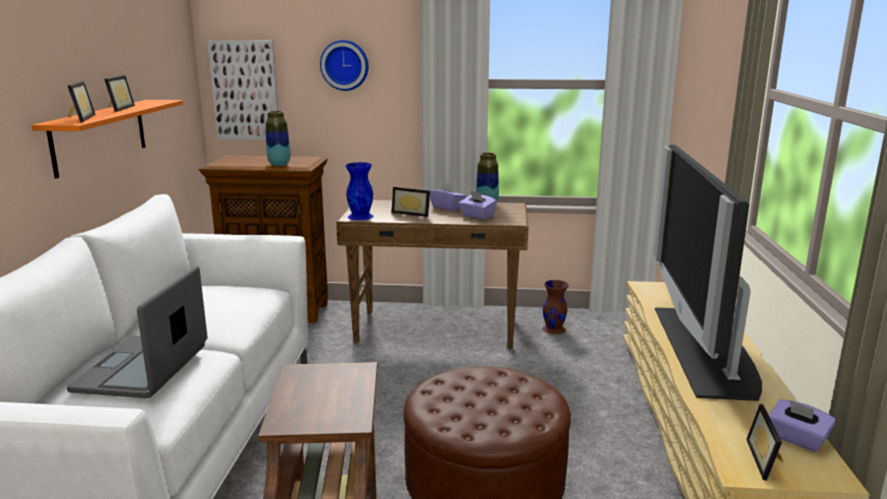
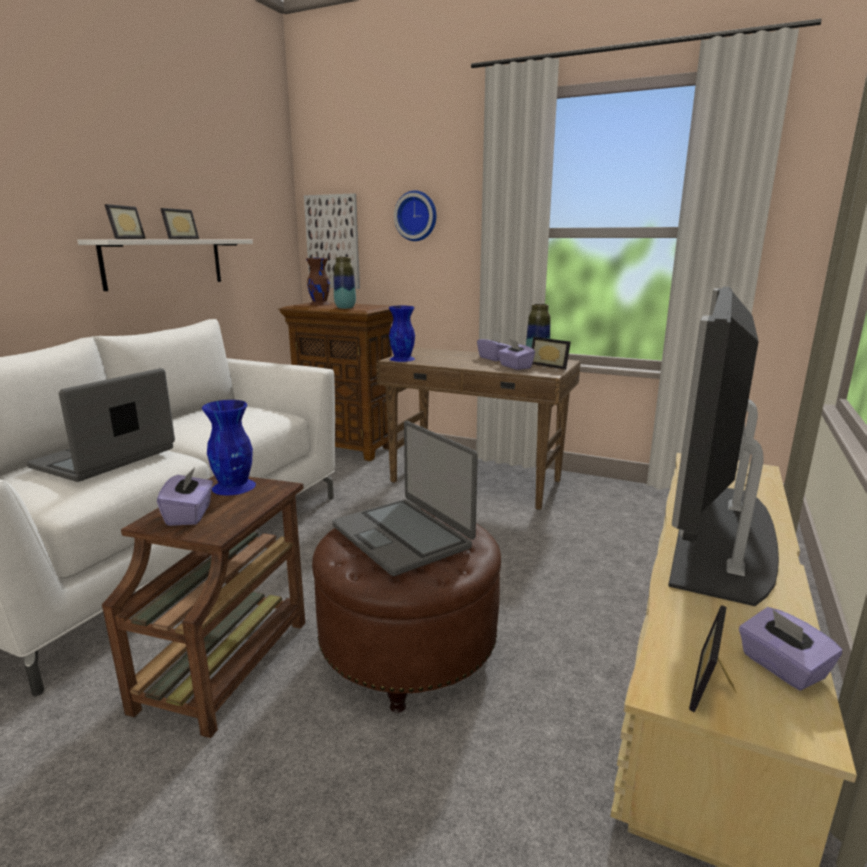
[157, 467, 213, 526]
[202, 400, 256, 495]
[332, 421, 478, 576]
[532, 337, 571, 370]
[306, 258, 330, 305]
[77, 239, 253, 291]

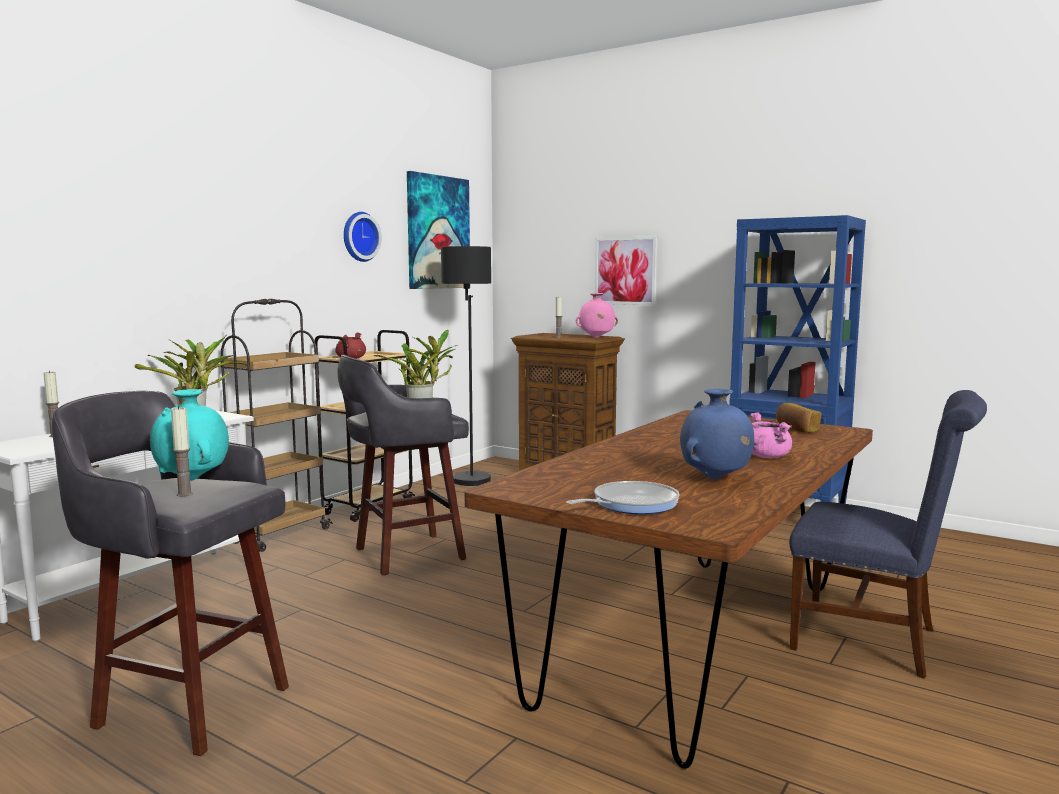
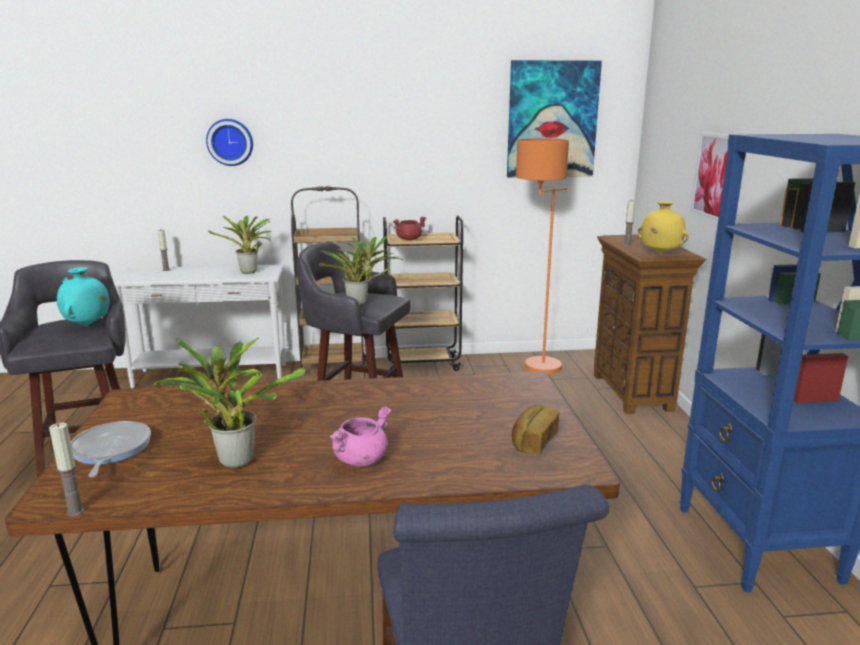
[49, 423, 85, 516]
[206, 119, 253, 166]
[152, 338, 306, 468]
[516, 138, 569, 375]
[638, 201, 689, 254]
[71, 421, 151, 477]

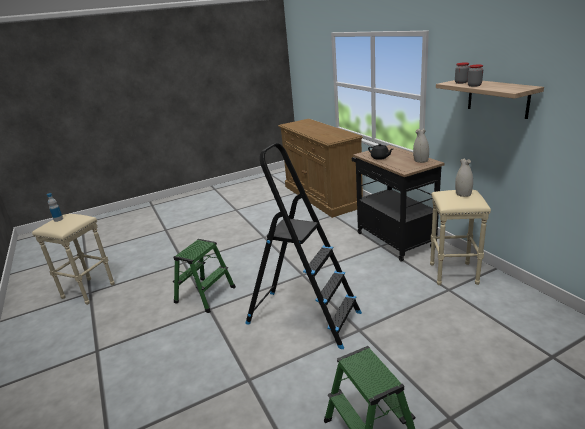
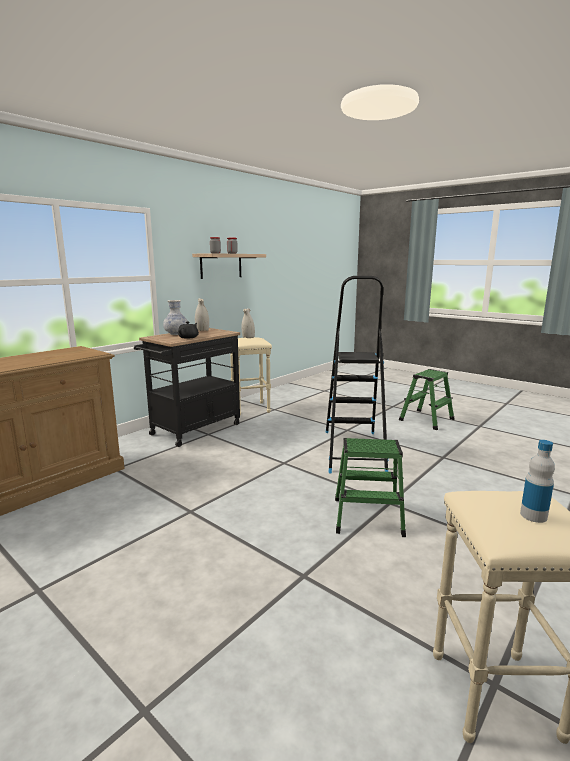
[163, 300, 188, 335]

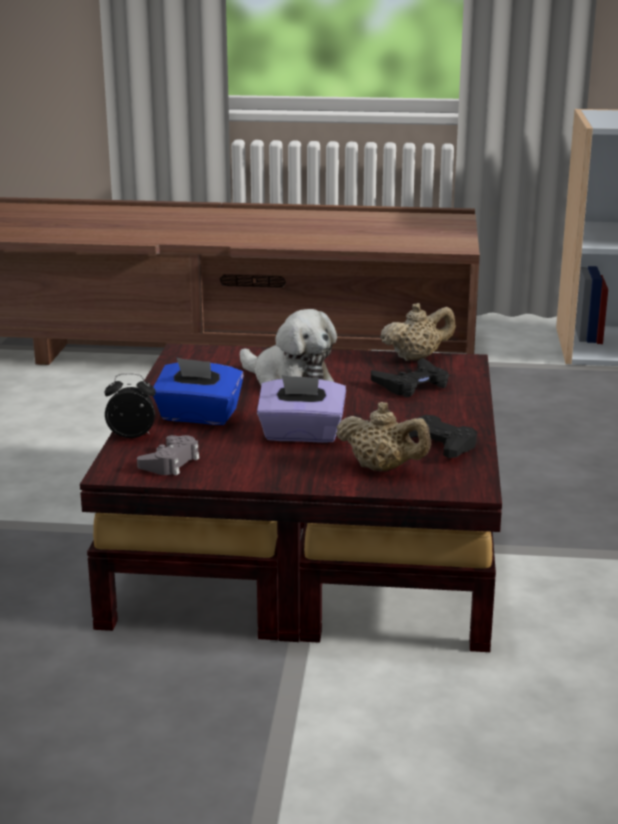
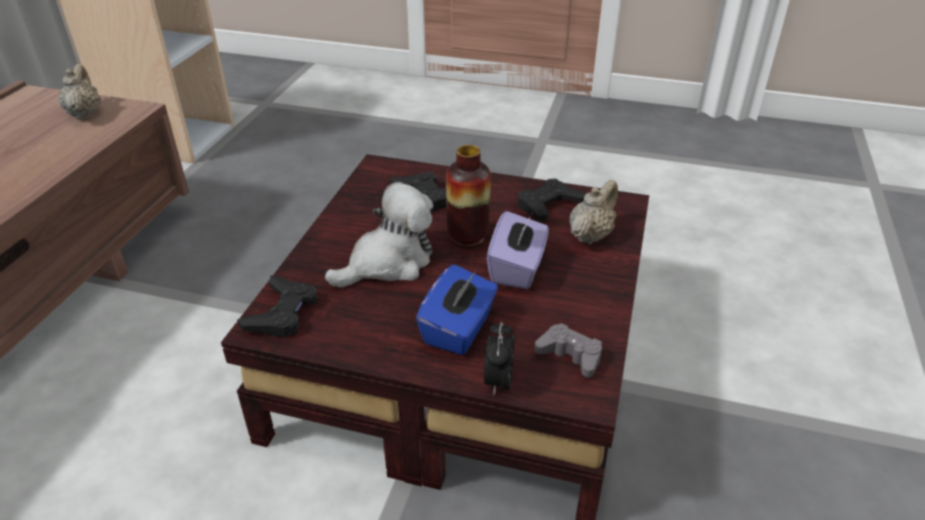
[237, 275, 317, 337]
[446, 145, 491, 248]
[58, 64, 101, 119]

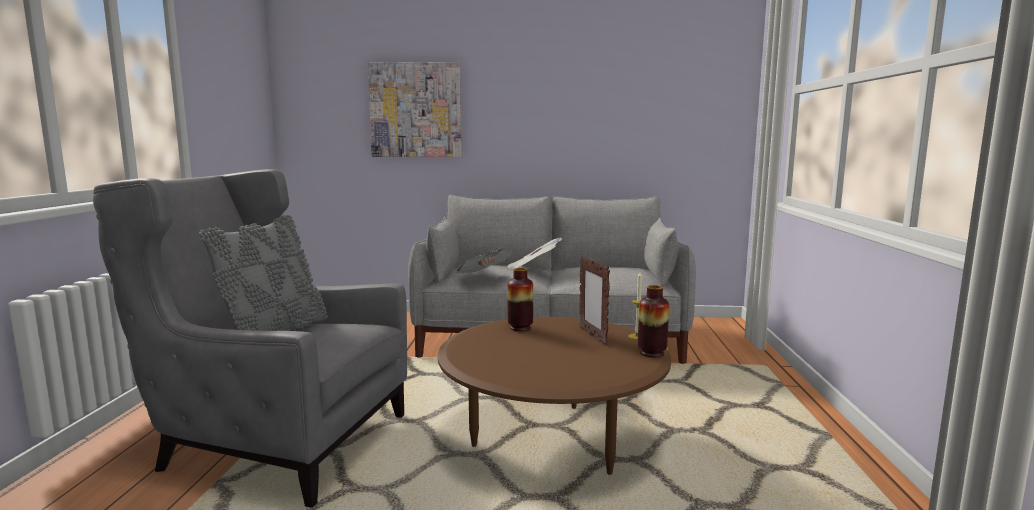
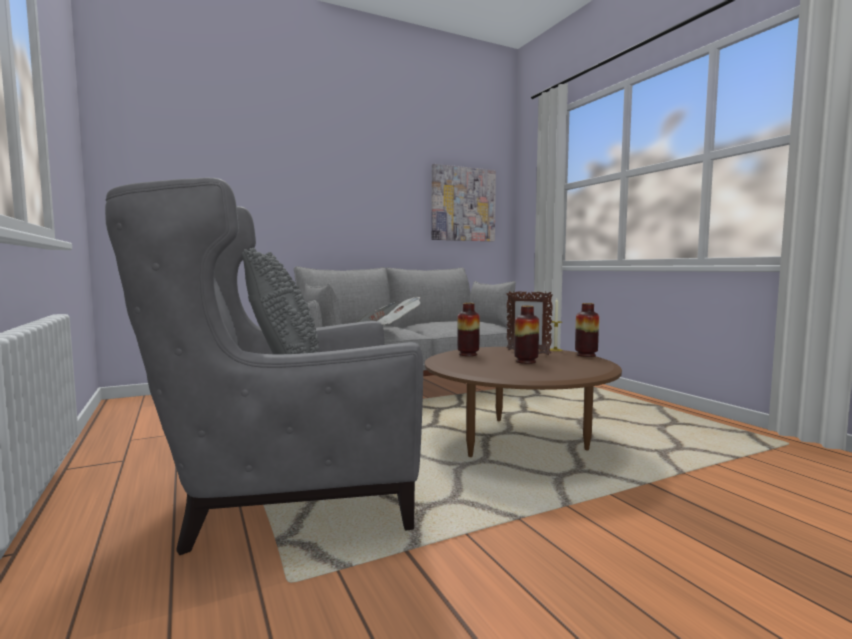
[514, 306, 539, 364]
[432, 164, 496, 241]

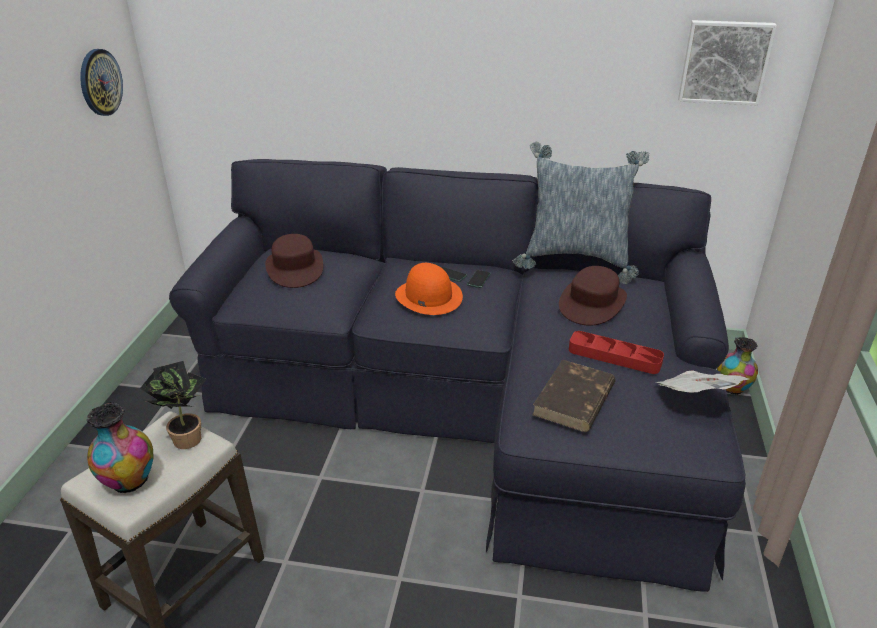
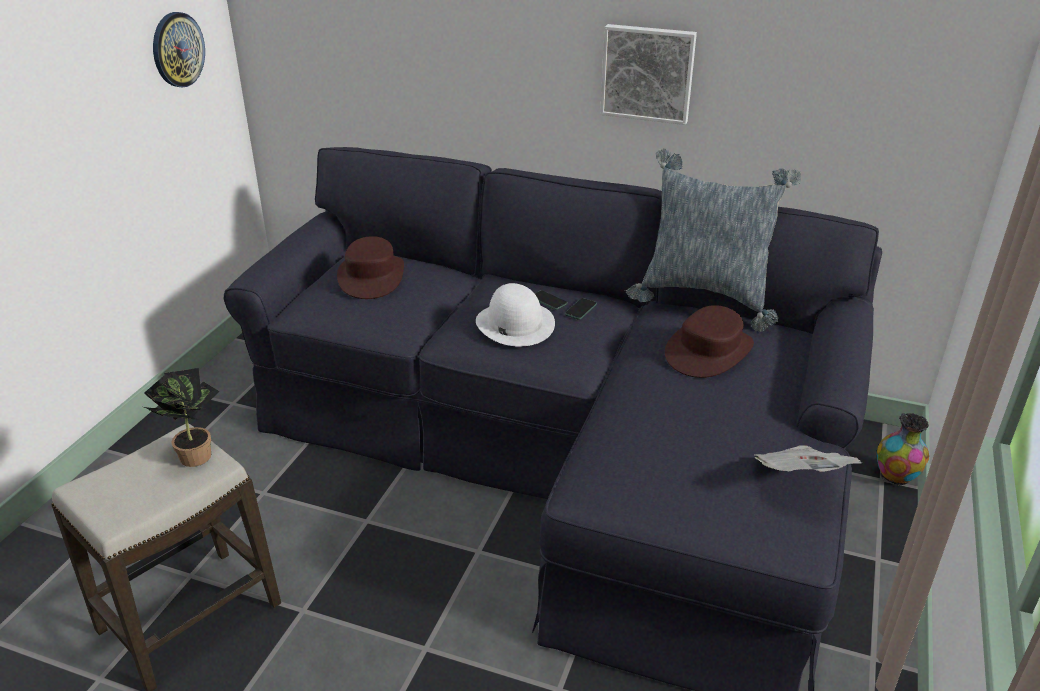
[87, 402, 153, 493] (first image)
[532, 360, 616, 432] (first image)
[569, 331, 664, 374] (first image)
[600, 24, 697, 125]
[476, 283, 555, 347]

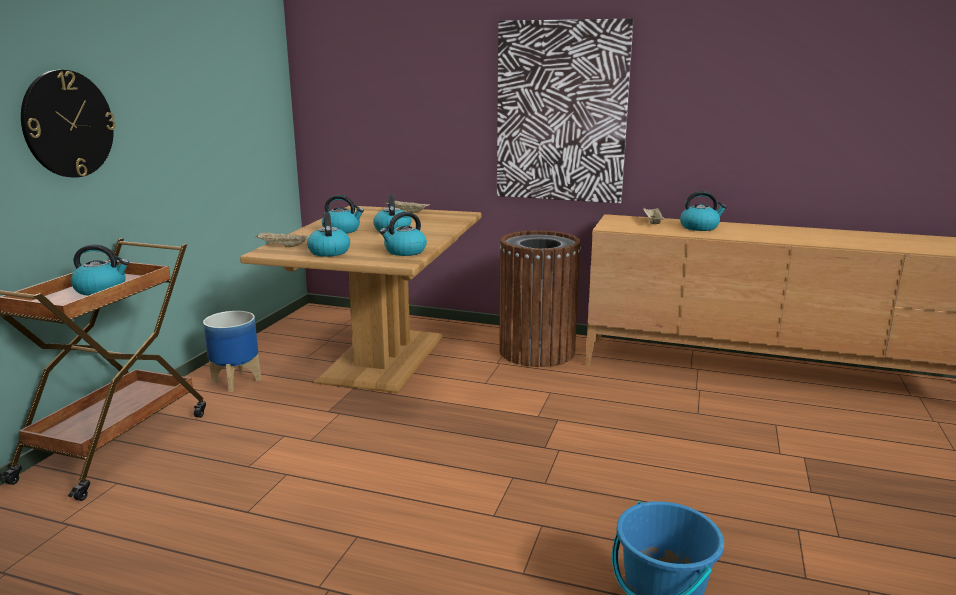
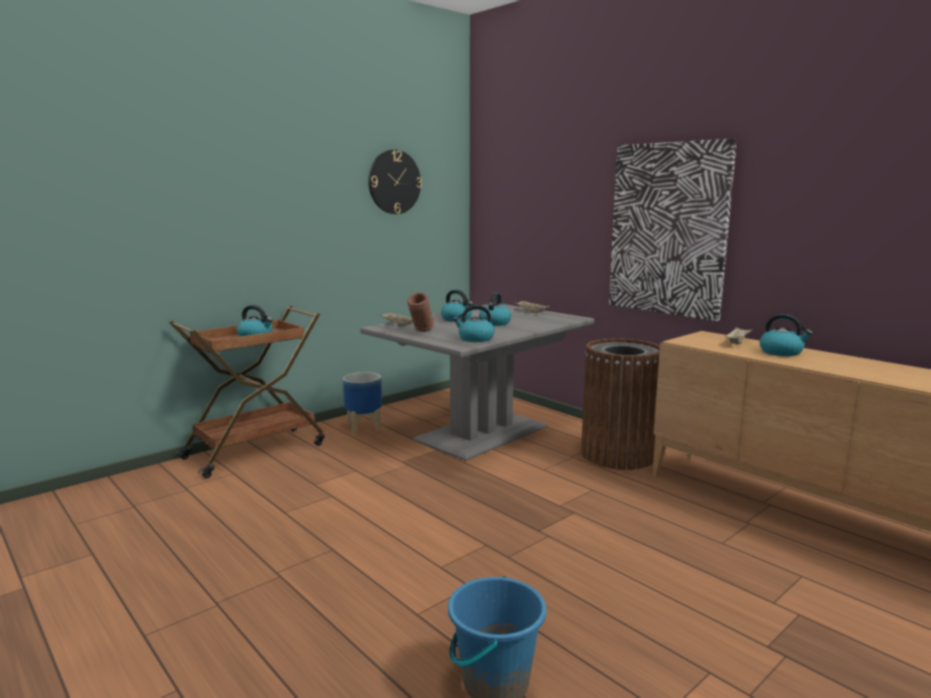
[368, 150, 422, 214]
[407, 292, 434, 332]
[360, 304, 594, 461]

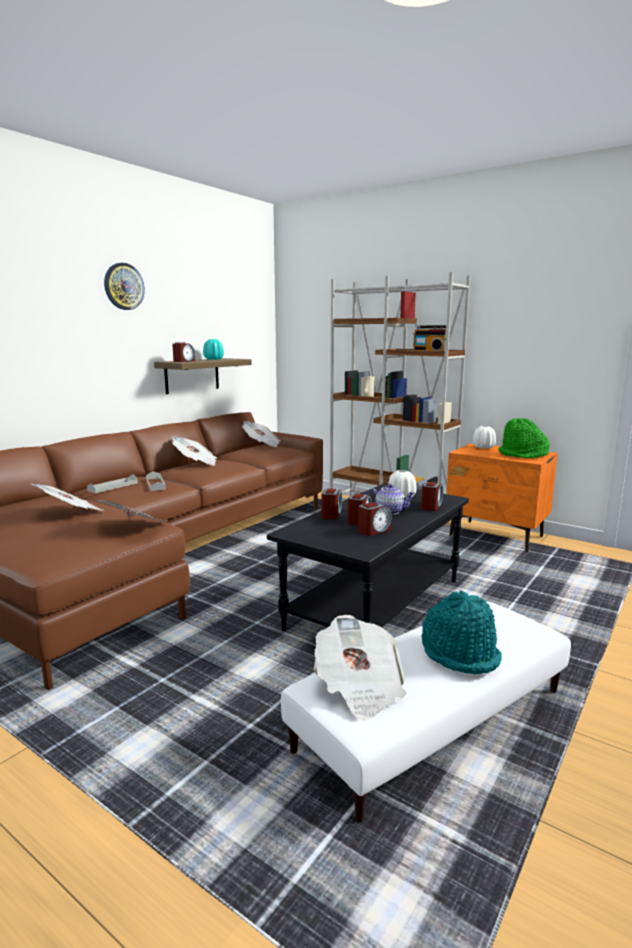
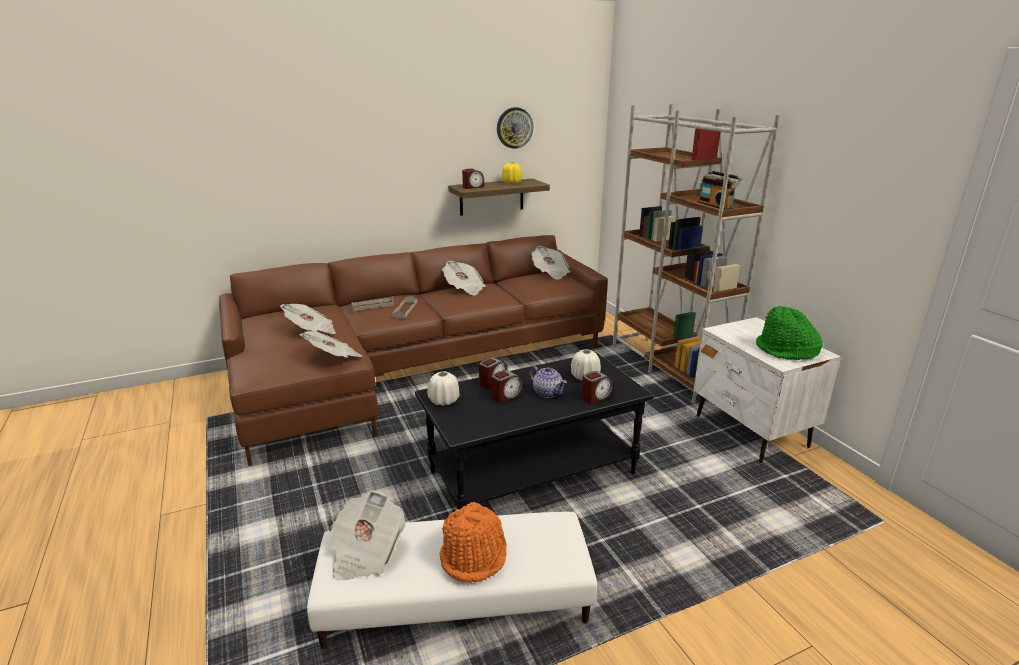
[358, 502, 392, 536] (first image)
[497, 107, 533, 149]
[427, 371, 459, 406]
[502, 162, 522, 184]
[440, 502, 507, 583]
[694, 317, 841, 463]

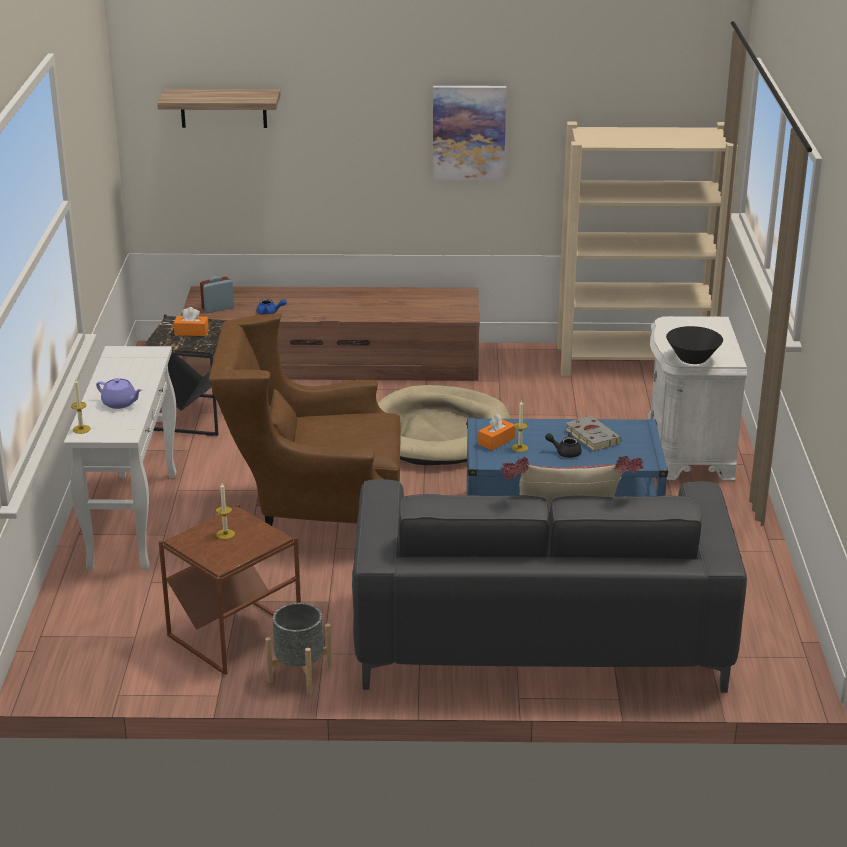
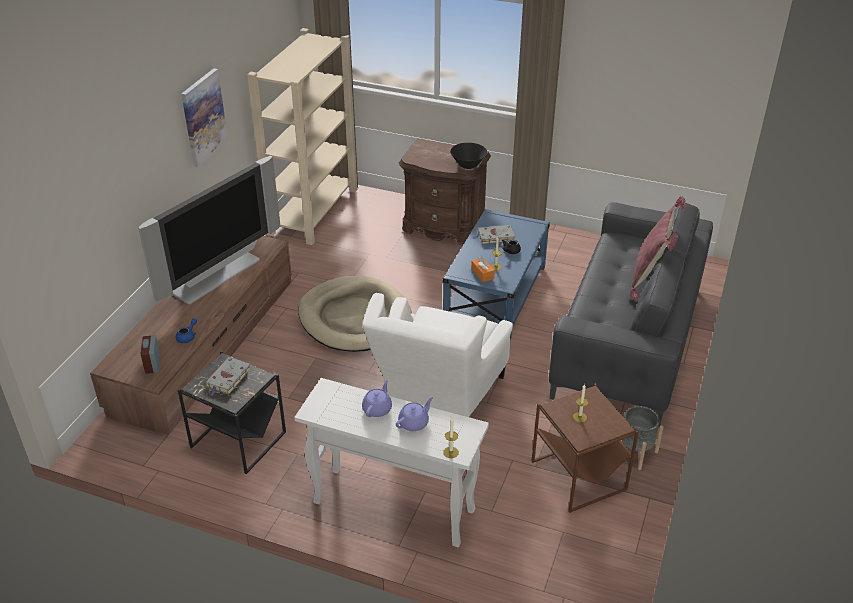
[157, 89, 281, 128] (first image)
[138, 156, 281, 304]
[362, 380, 392, 417]
[205, 357, 251, 396]
[363, 293, 513, 417]
[399, 138, 491, 245]

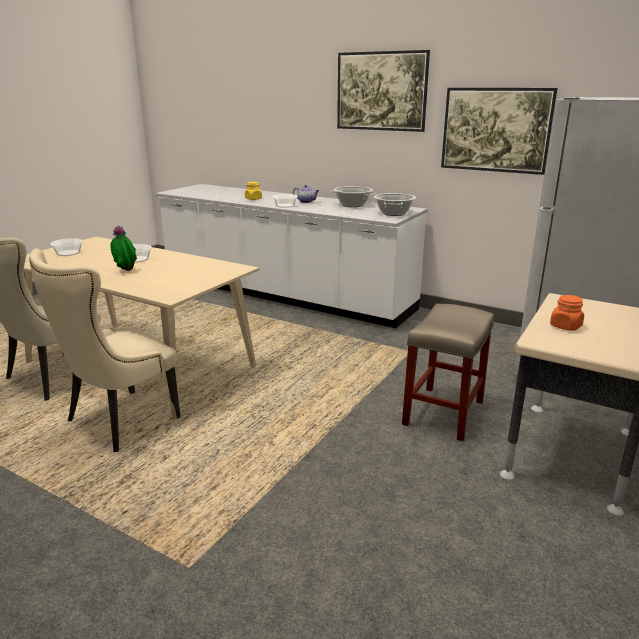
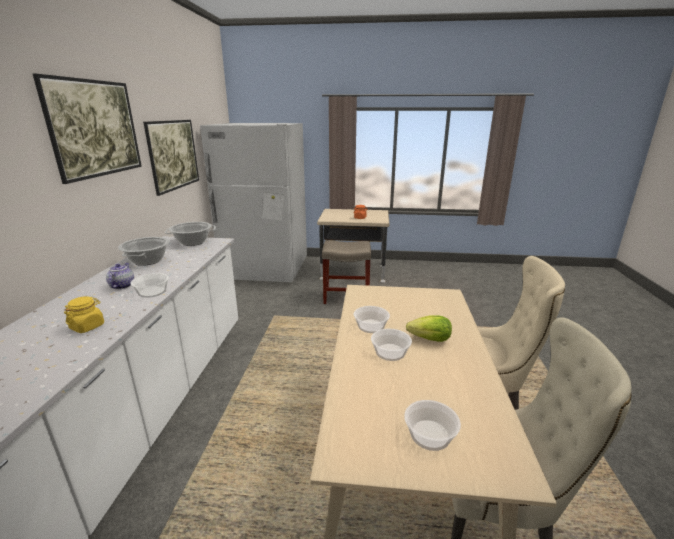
[354, 306, 390, 333]
[406, 315, 452, 342]

